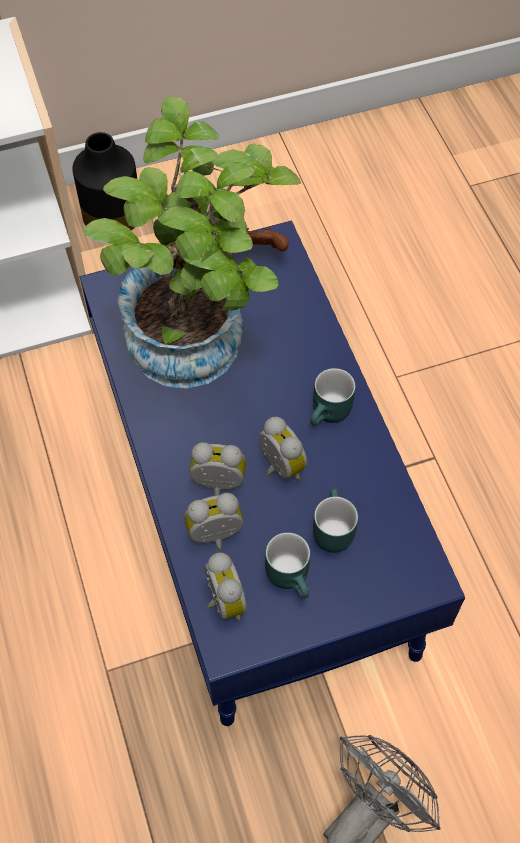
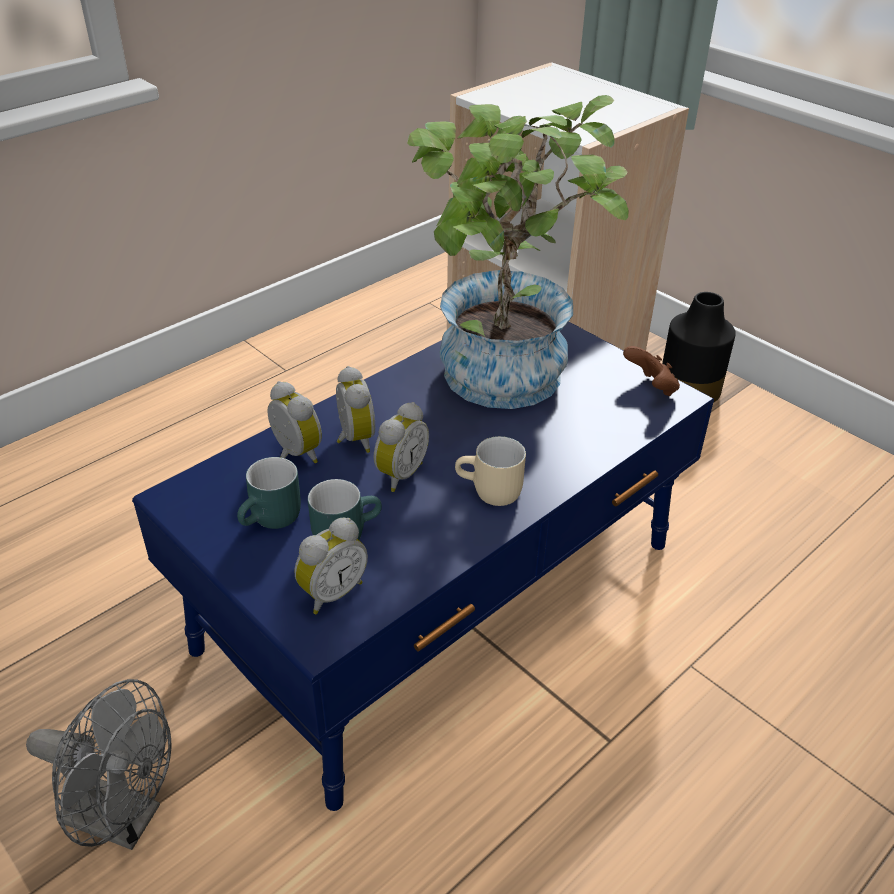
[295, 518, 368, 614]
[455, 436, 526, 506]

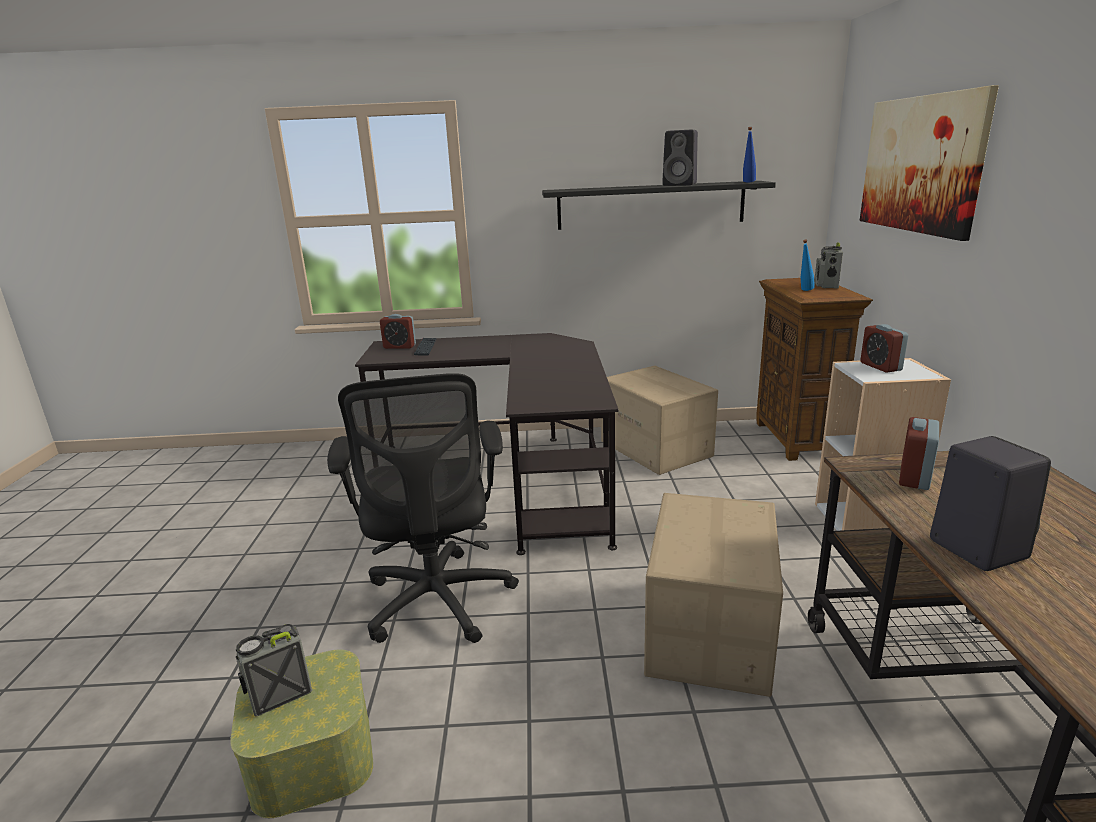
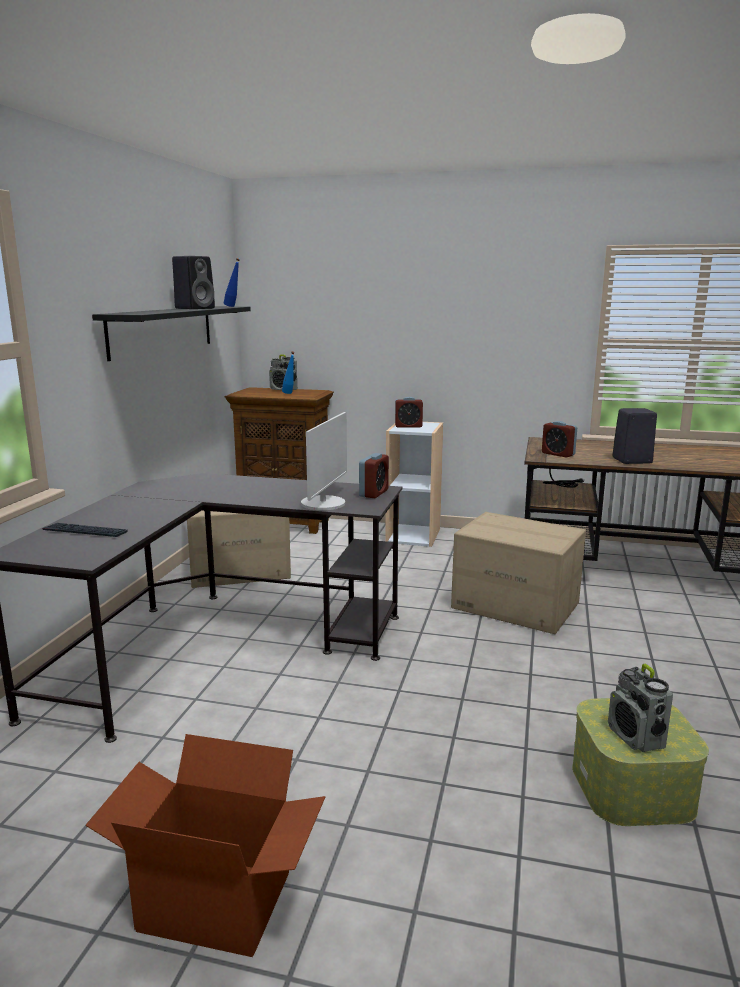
[327, 373, 519, 643] (first image)
[860, 85, 999, 241] (first image)
[85, 734, 325, 957]
[301, 412, 347, 510]
[359, 453, 389, 498]

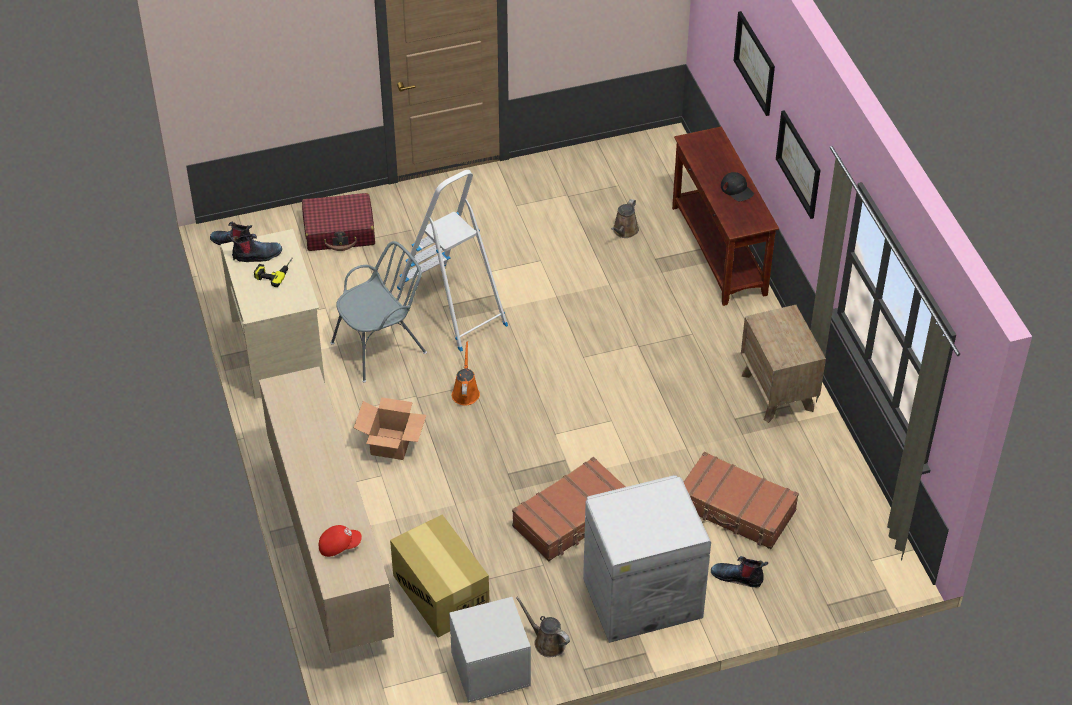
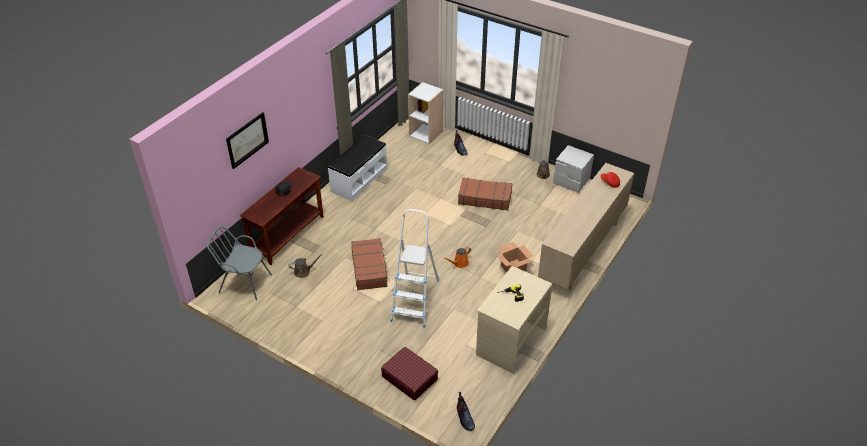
[227, 234, 282, 262] (first image)
[390, 515, 489, 638] (first image)
[583, 475, 711, 643] (first image)
[776, 110, 820, 219] (first image)
[408, 82, 443, 144]
[207, 226, 272, 301]
[351, 238, 389, 291]
[328, 135, 387, 201]

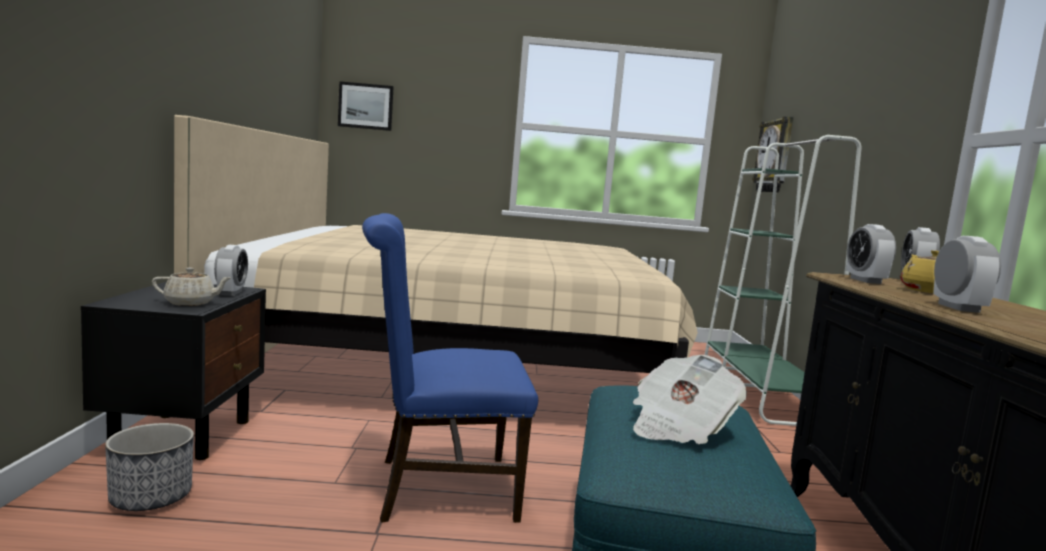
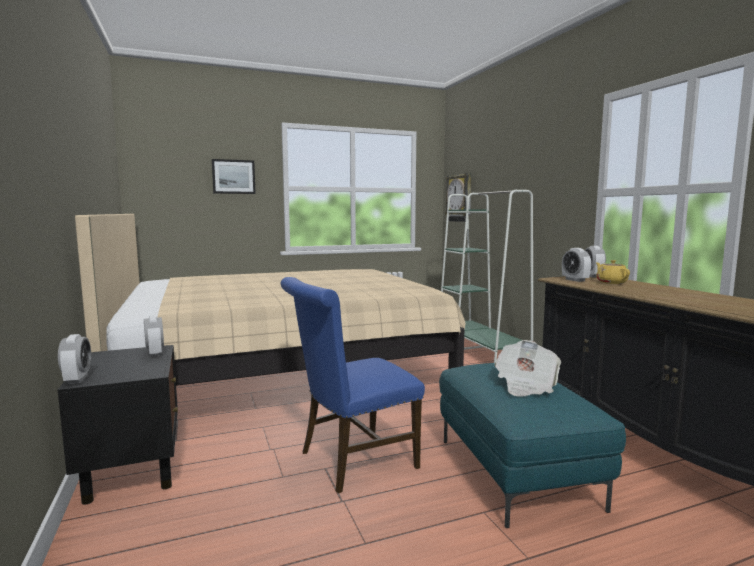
[105, 423, 194, 511] (first image)
[152, 268, 232, 306] (first image)
[212, 159, 256, 194]
[58, 334, 91, 384]

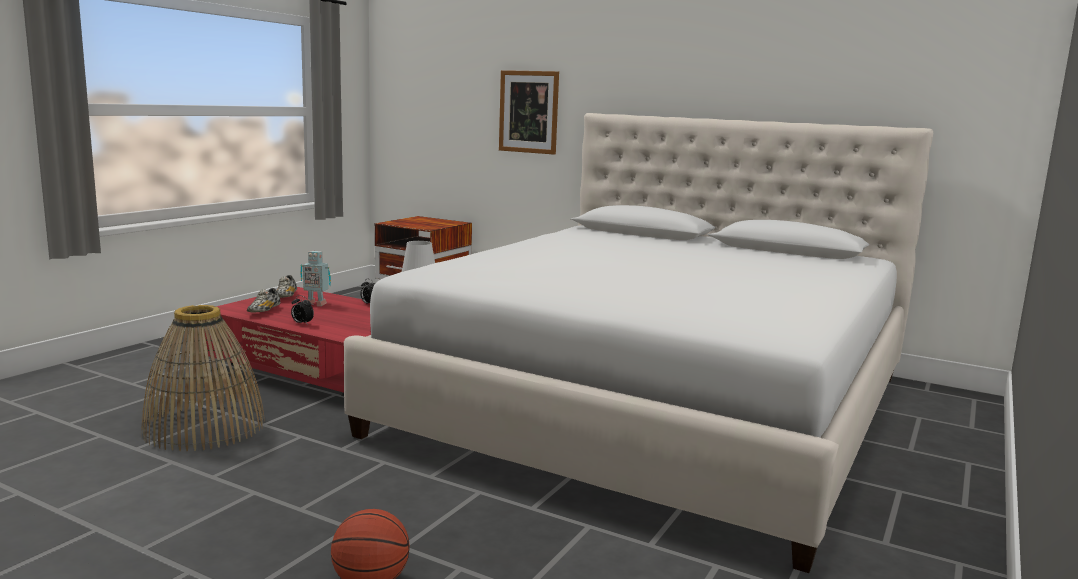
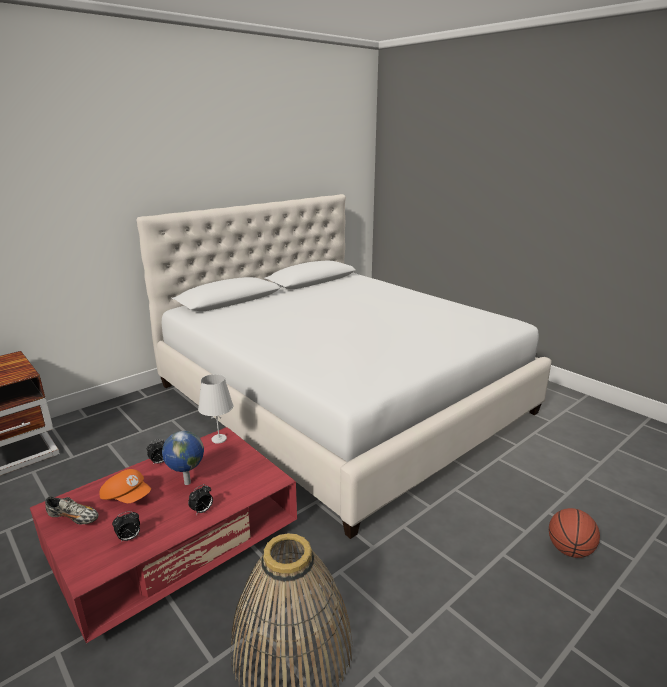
[499, 70, 559, 155] (first image)
[162, 431, 204, 485]
[112, 511, 140, 542]
[99, 469, 151, 503]

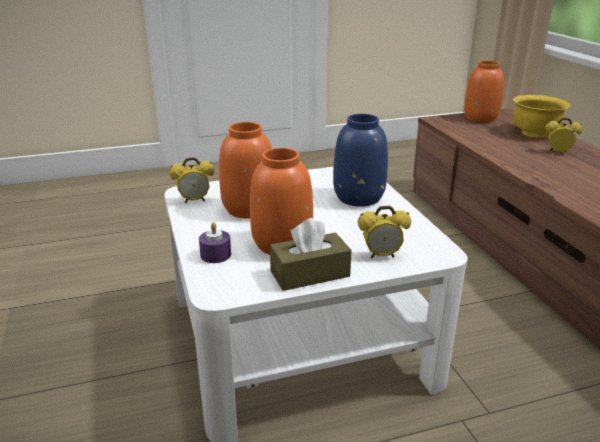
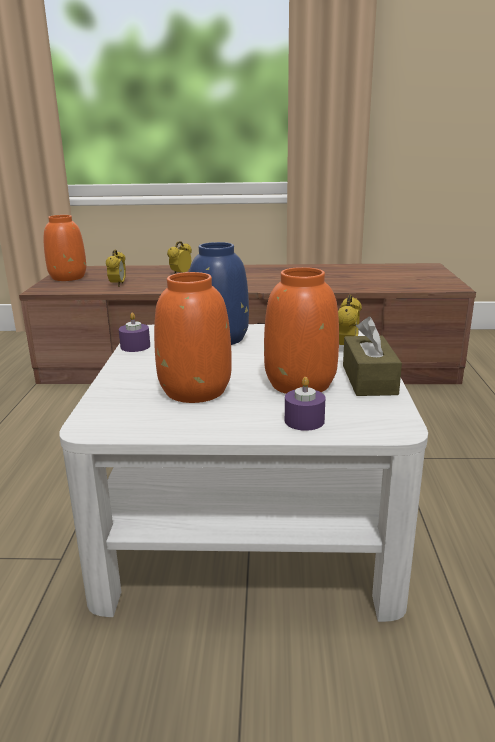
[513, 95, 570, 137] (first image)
[119, 313, 150, 352]
[106, 249, 126, 287]

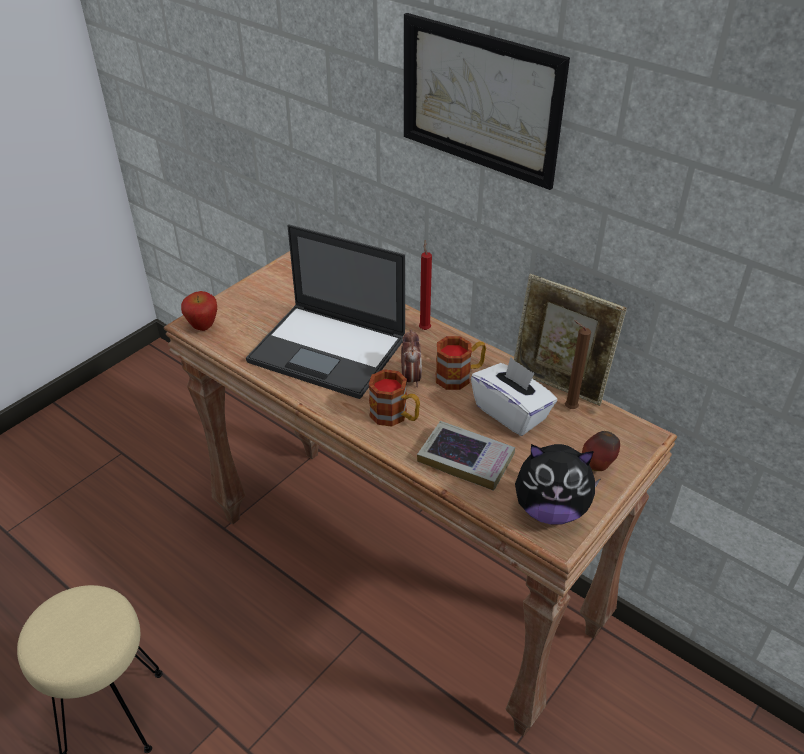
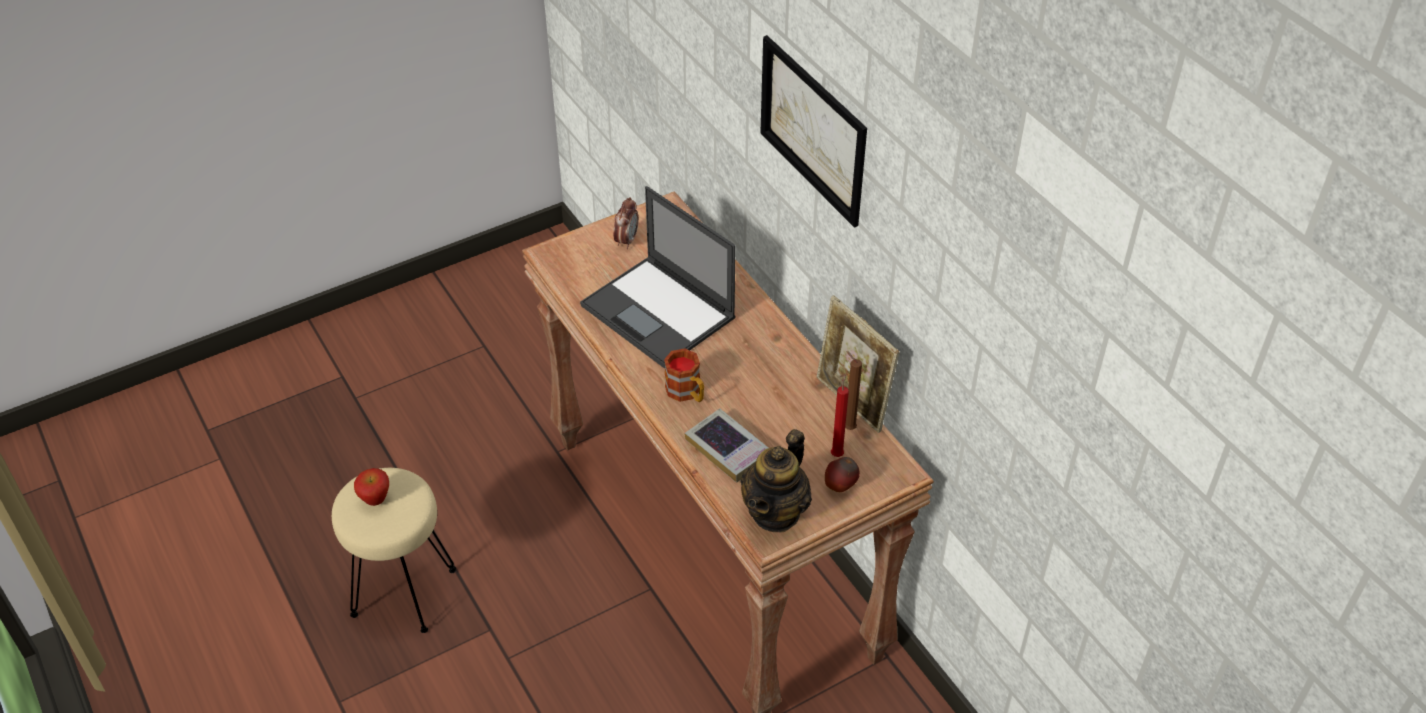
[436, 336, 486, 390] (first image)
[471, 357, 557, 436] (first image)
[354, 468, 389, 506]
[613, 197, 639, 249]
[831, 374, 849, 457]
[740, 429, 812, 532]

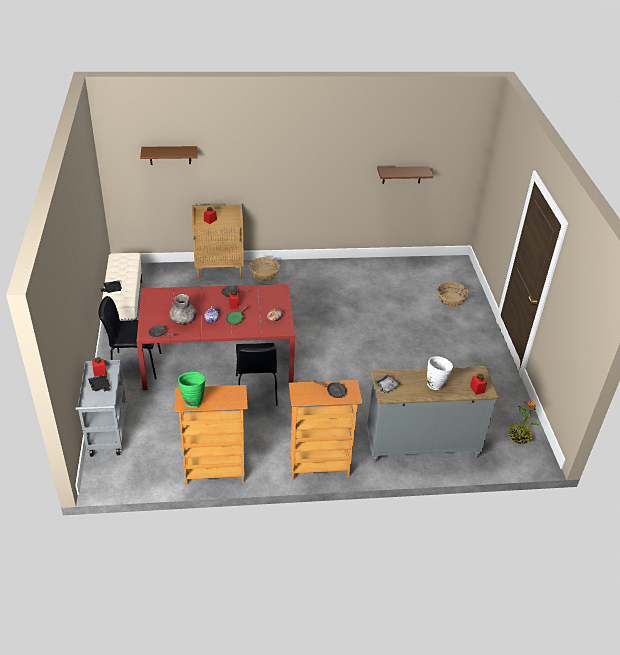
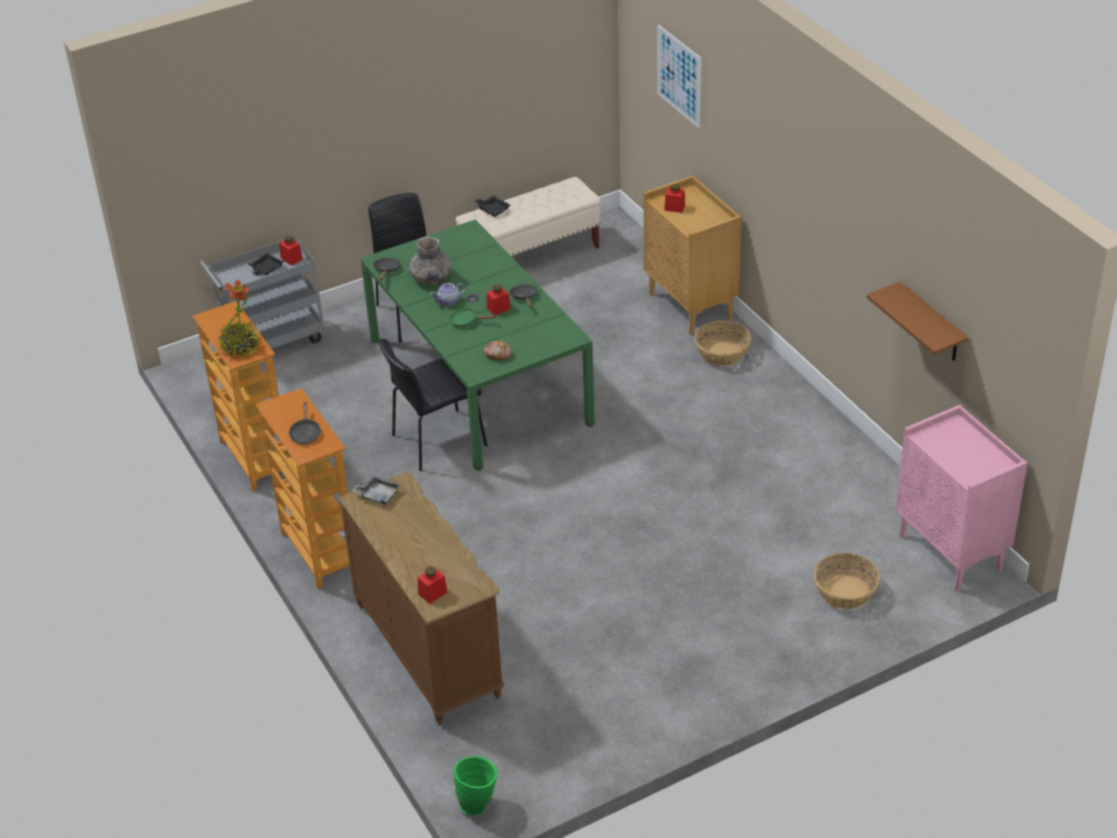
[427, 356, 453, 390] (first image)
[895, 405, 1028, 591]
[454, 756, 498, 815]
[217, 279, 260, 357]
[657, 25, 702, 128]
[361, 219, 595, 471]
[338, 472, 504, 725]

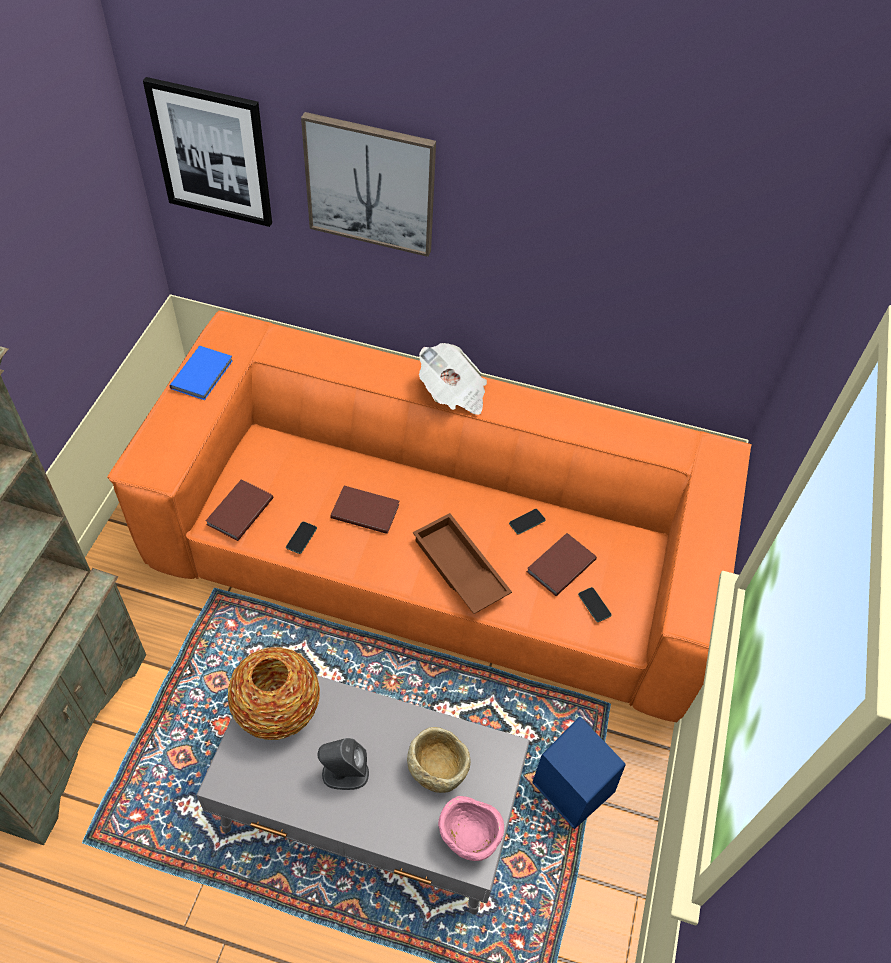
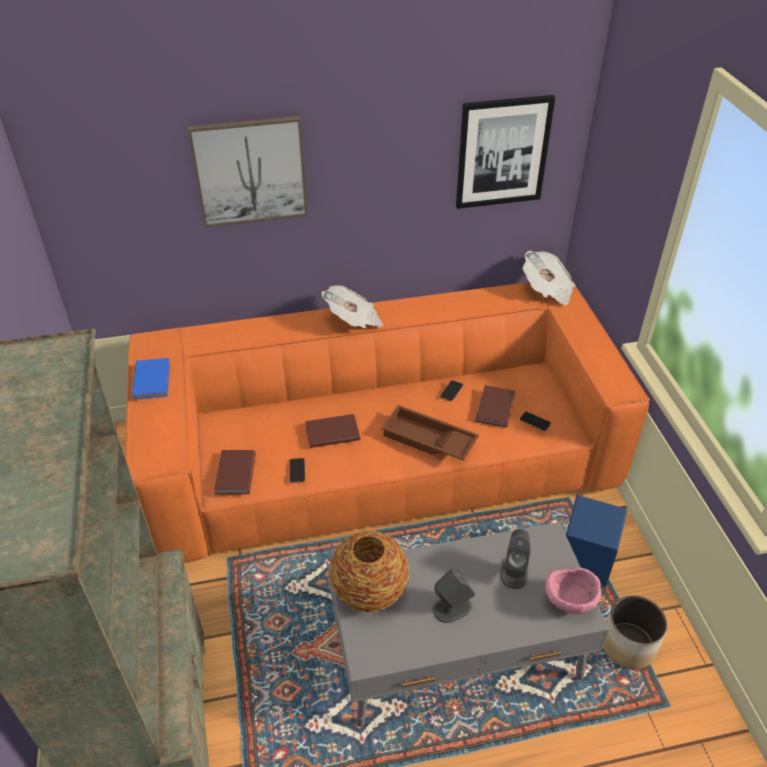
[523, 250, 576, 305]
[603, 595, 668, 669]
[456, 95, 555, 209]
[501, 529, 531, 589]

